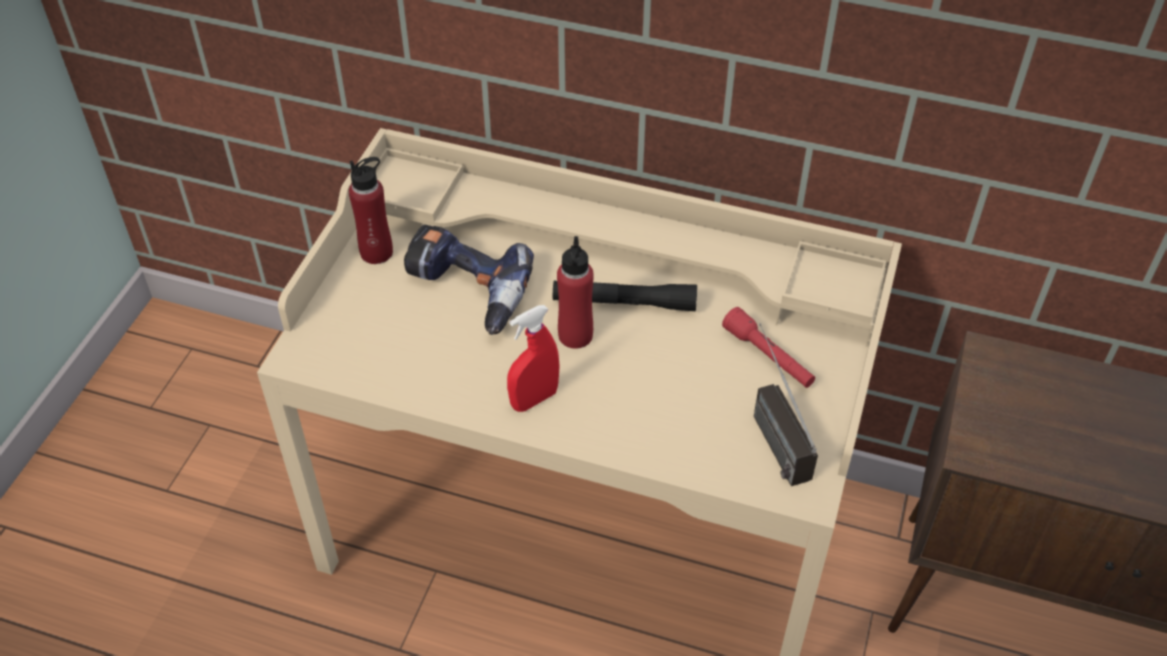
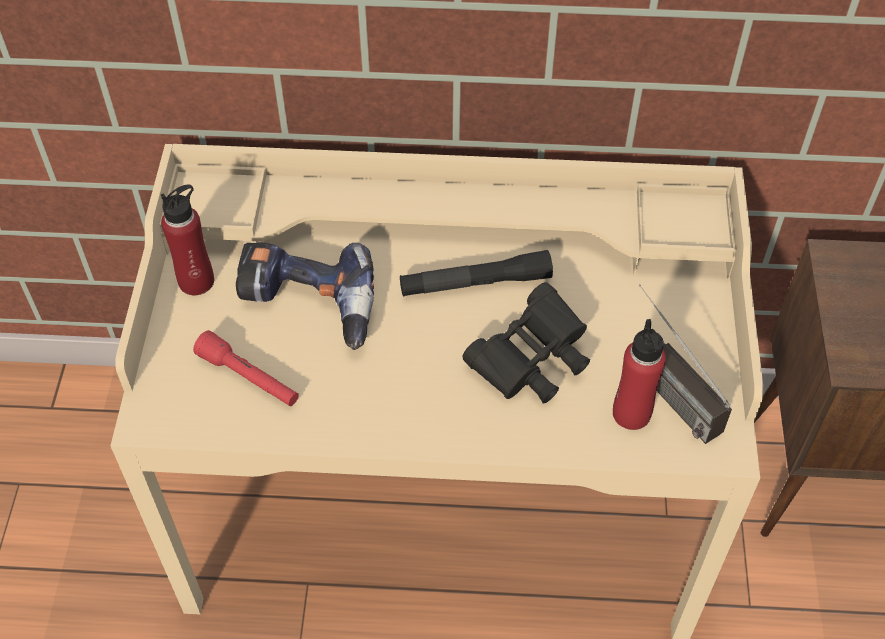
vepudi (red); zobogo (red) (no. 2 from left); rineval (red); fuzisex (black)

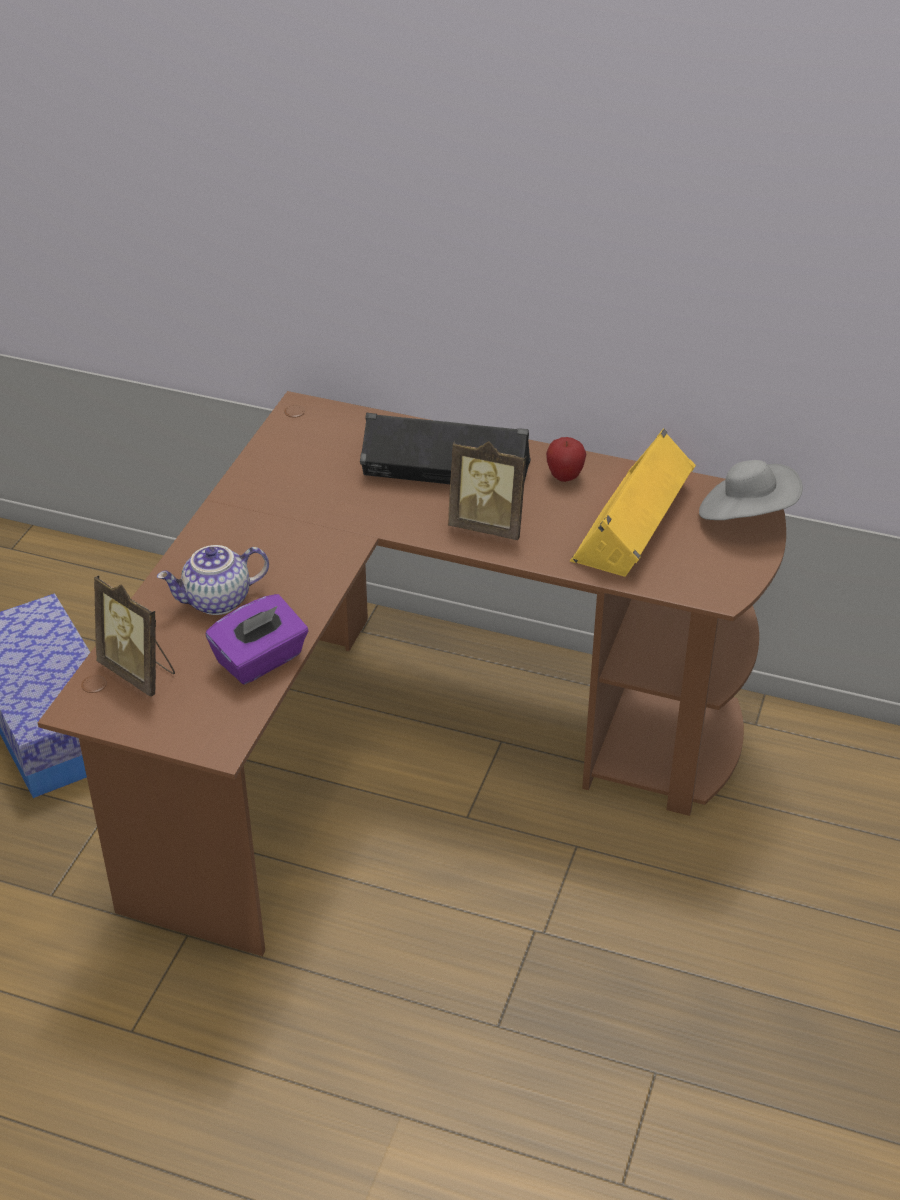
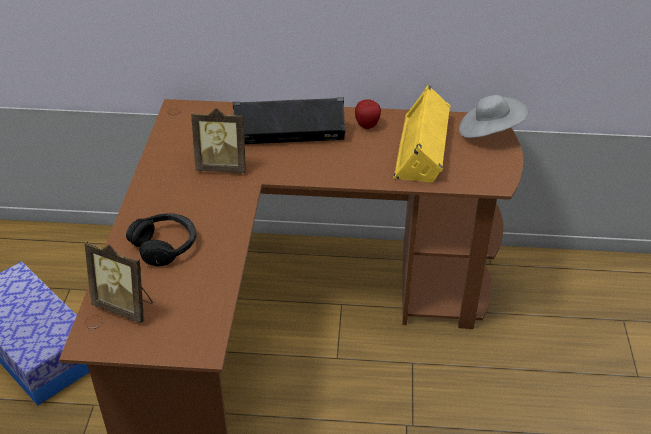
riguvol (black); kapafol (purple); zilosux (no. 2 from left)

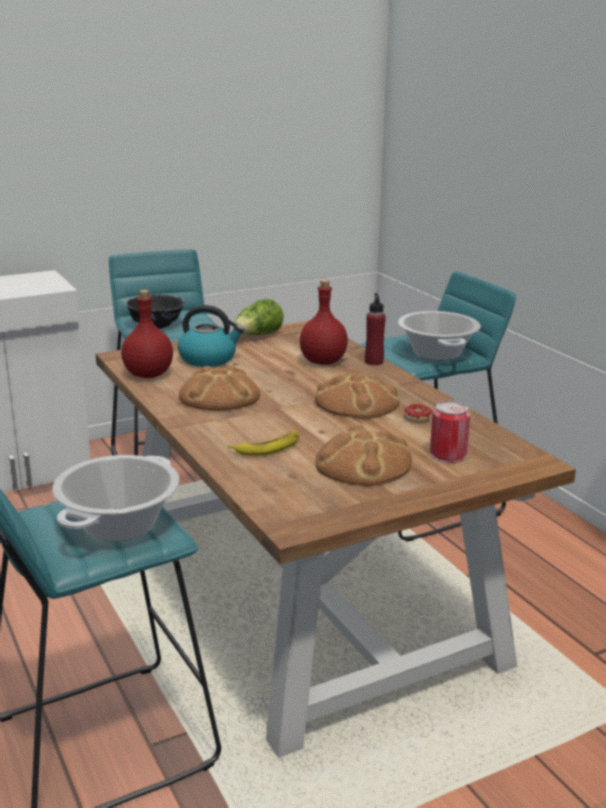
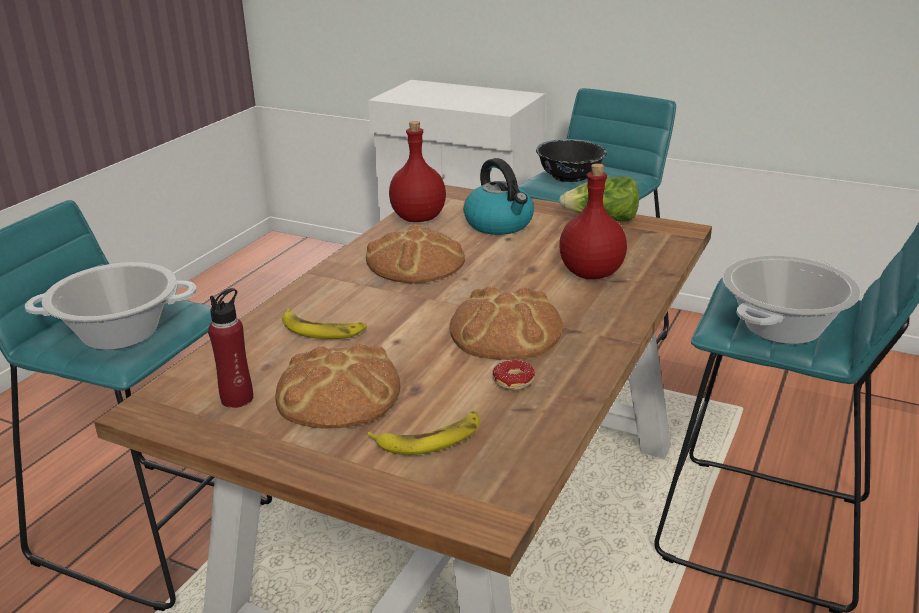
zobogo (red) (no. 1 from left); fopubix (no. 2 from left)

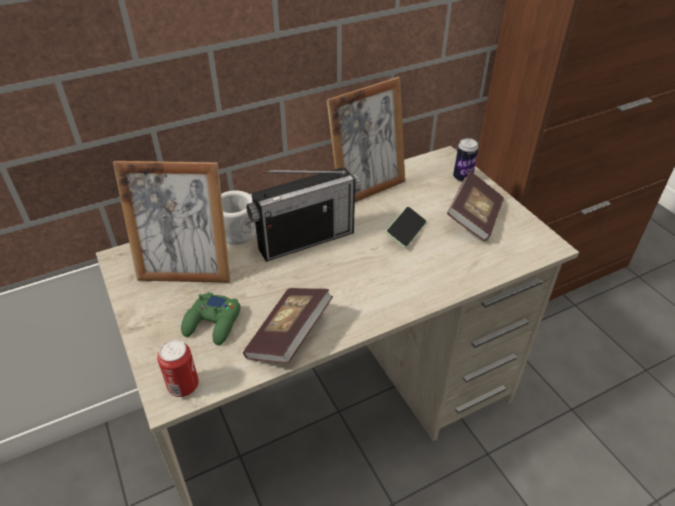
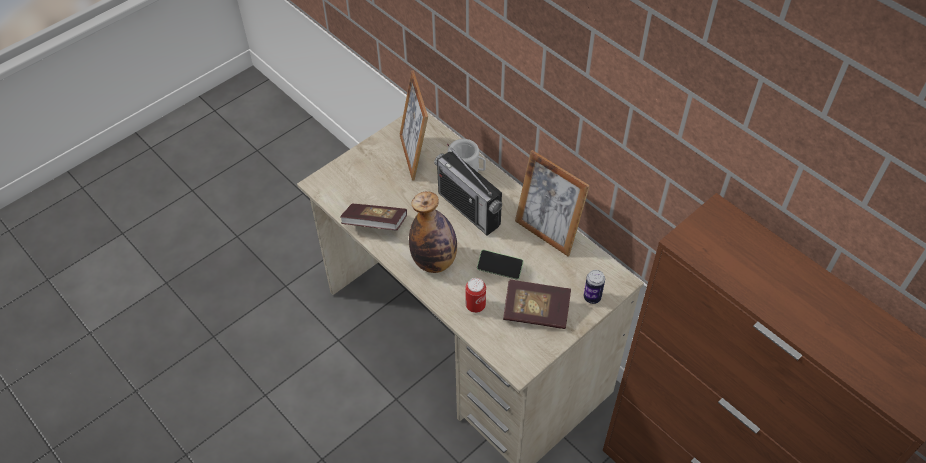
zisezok (no. 1 from left); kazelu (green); zobogo

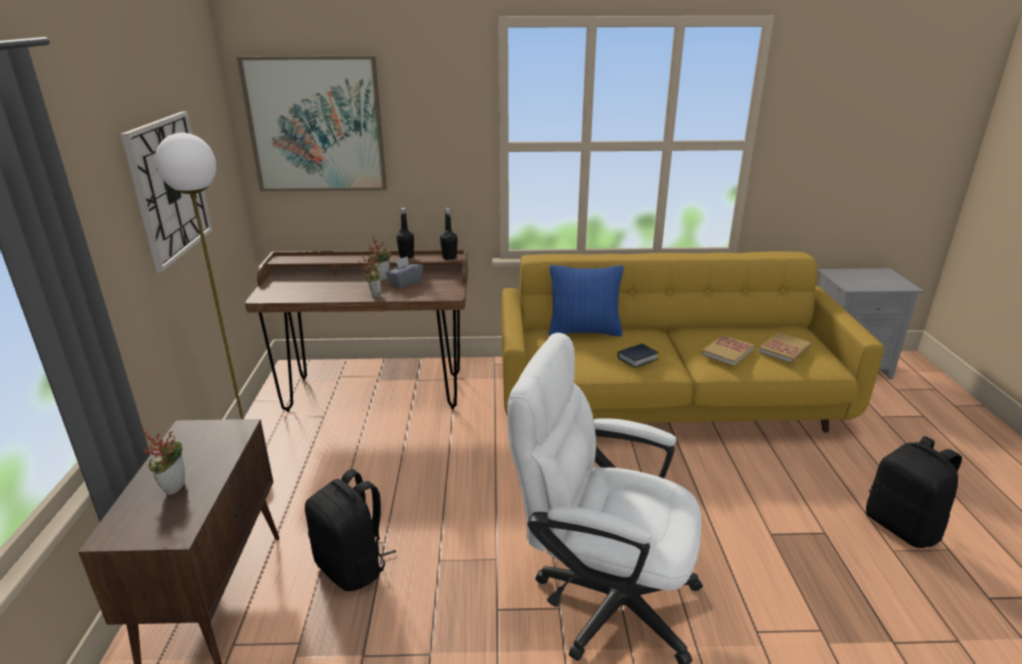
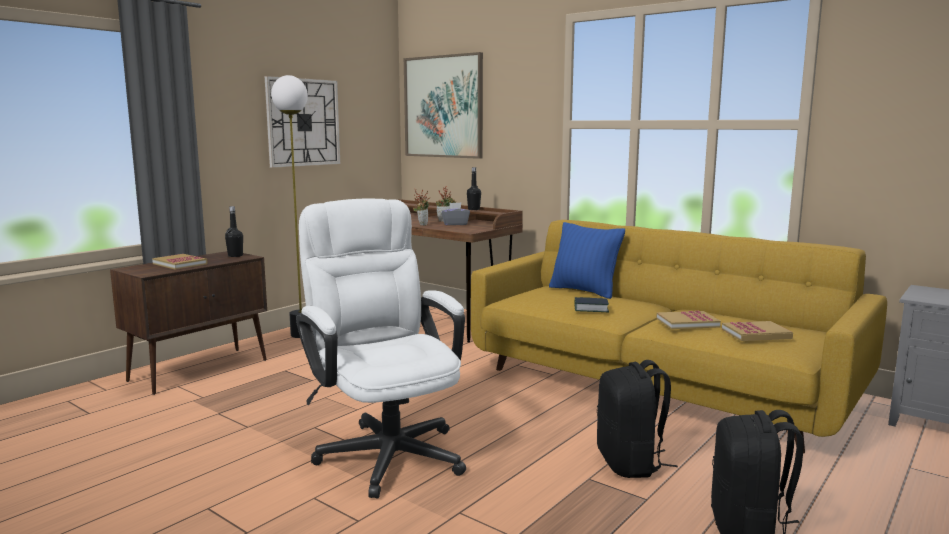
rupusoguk (no. 1 from left); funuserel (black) (no. 1 from left); zobogo (black) (no. 1 from left)

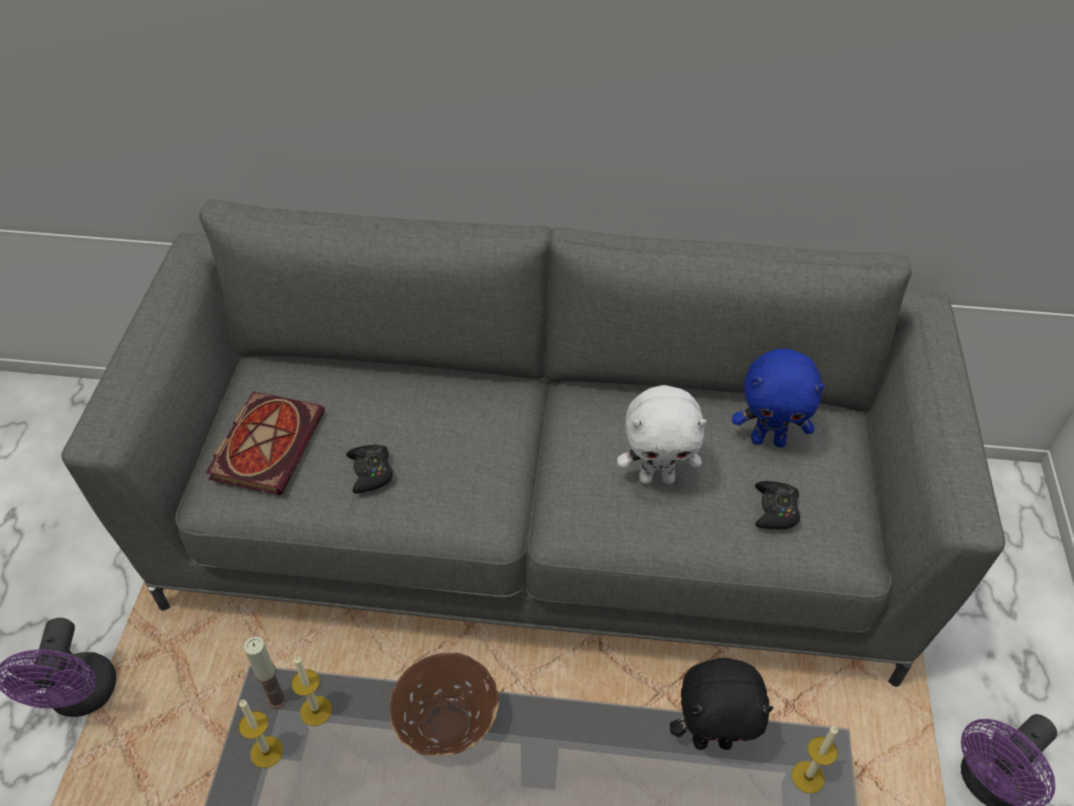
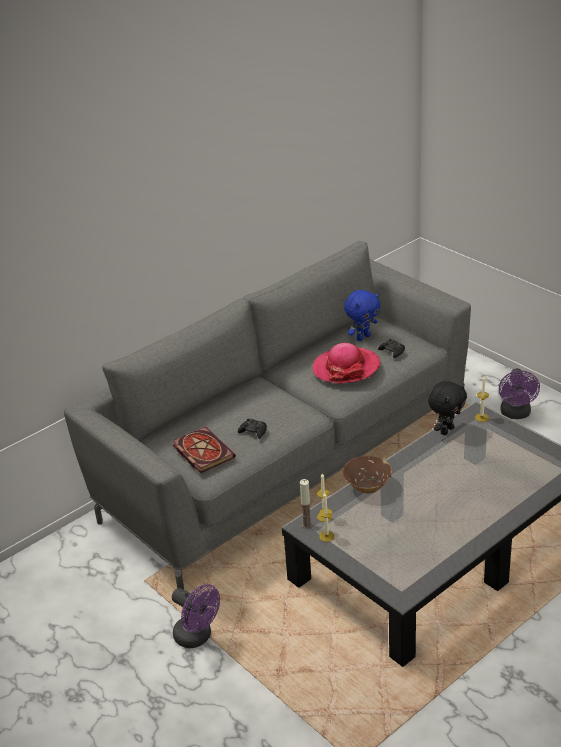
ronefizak

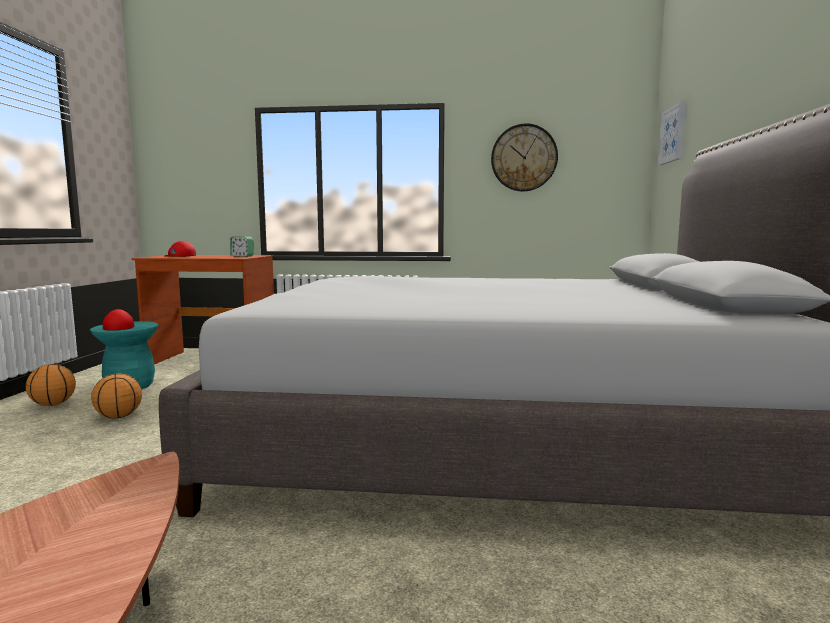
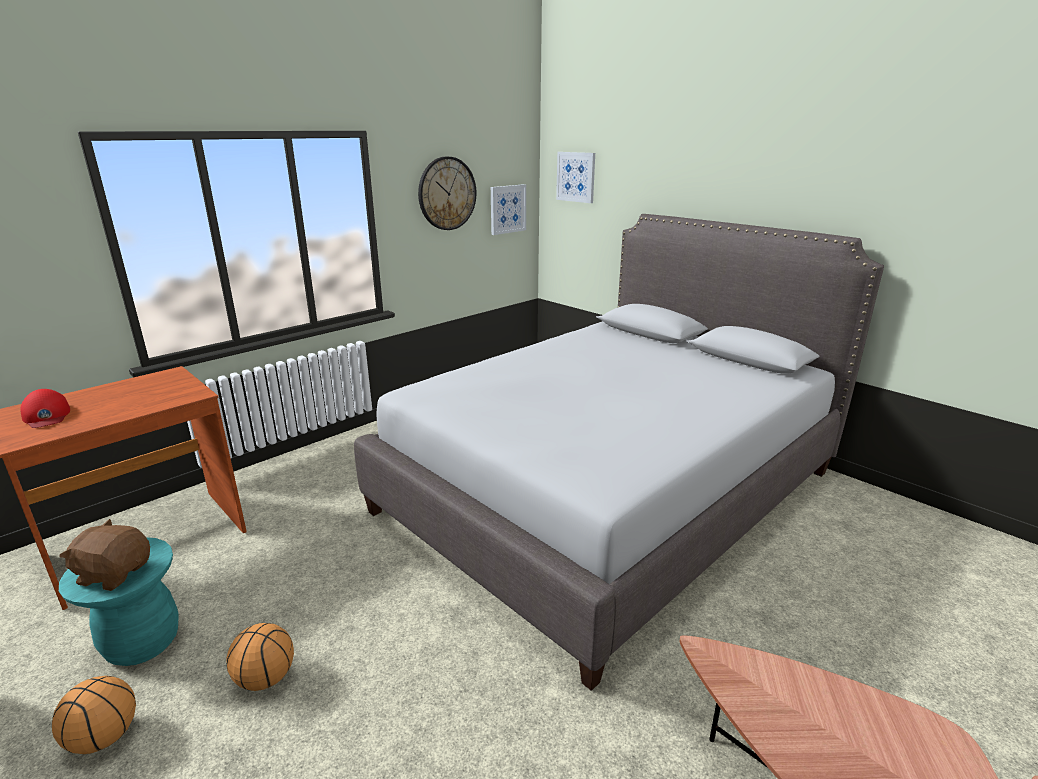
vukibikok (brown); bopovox; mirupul (no. 1 from left)

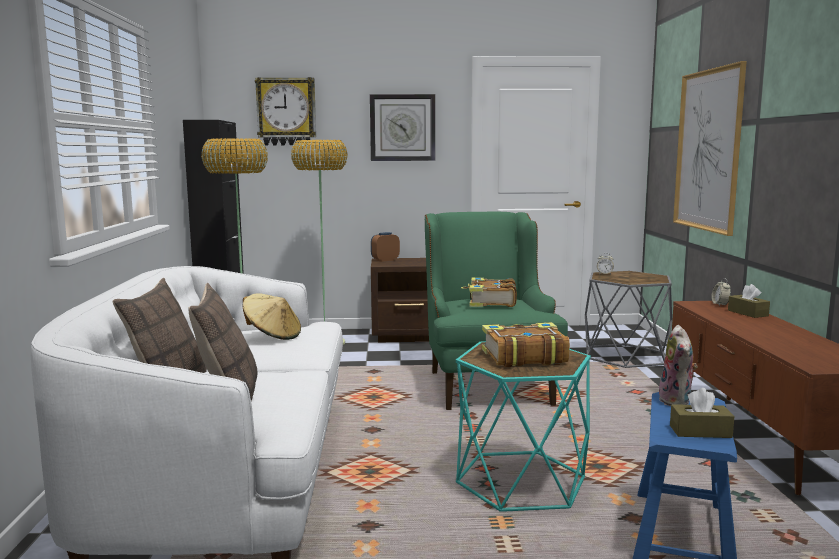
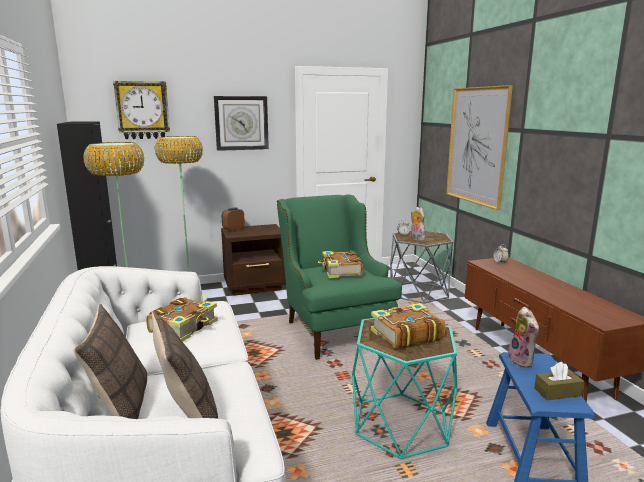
rupusoguk (no. 1 from left); kapafol (brown) (no. 2 from left in the first image); vukibikok (no. 1 from left)

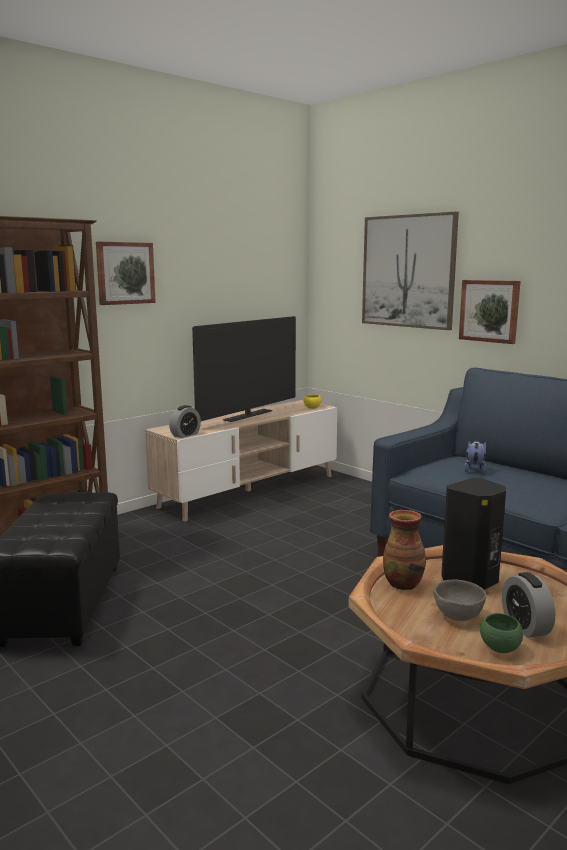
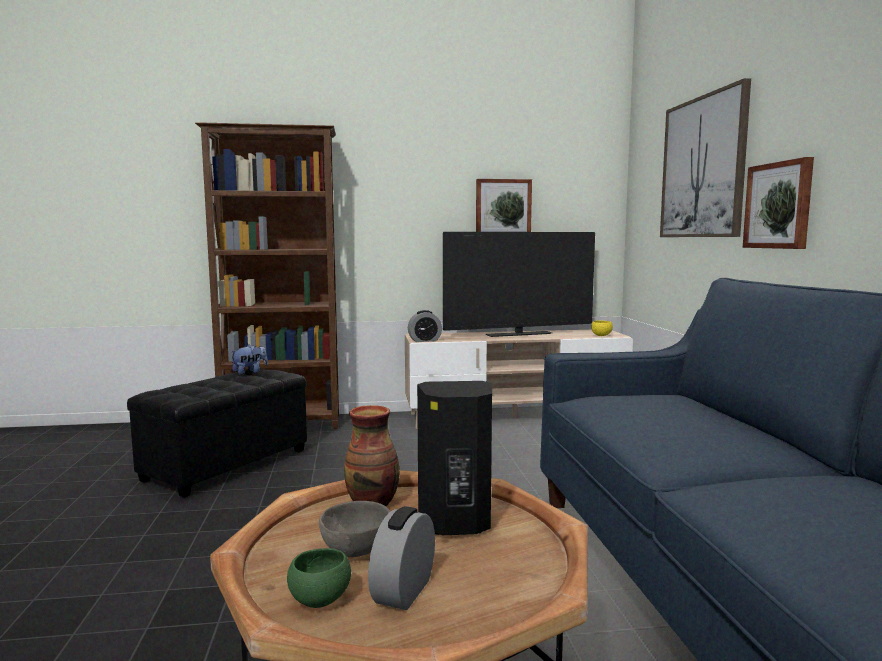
mirupul (no. 1 from left); vukibikok

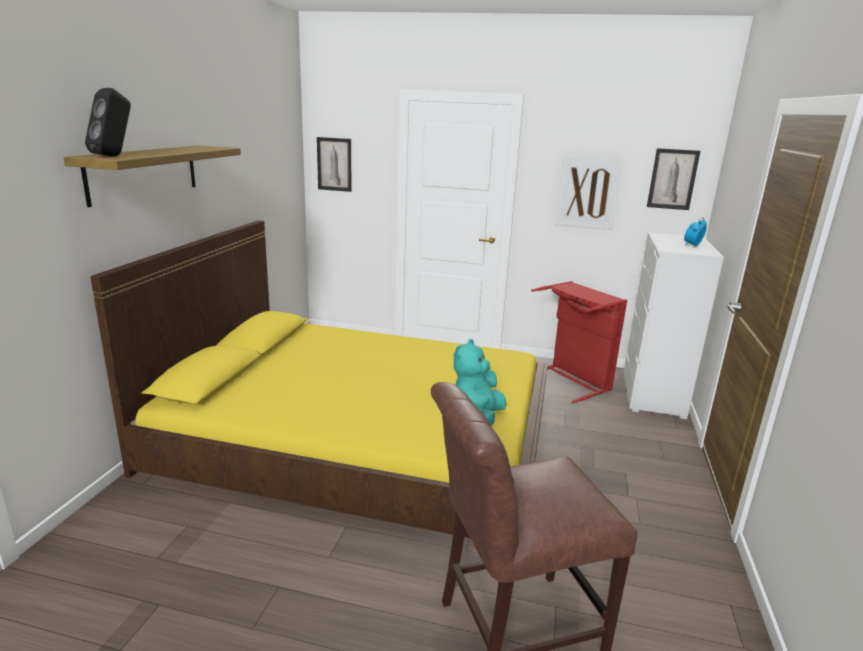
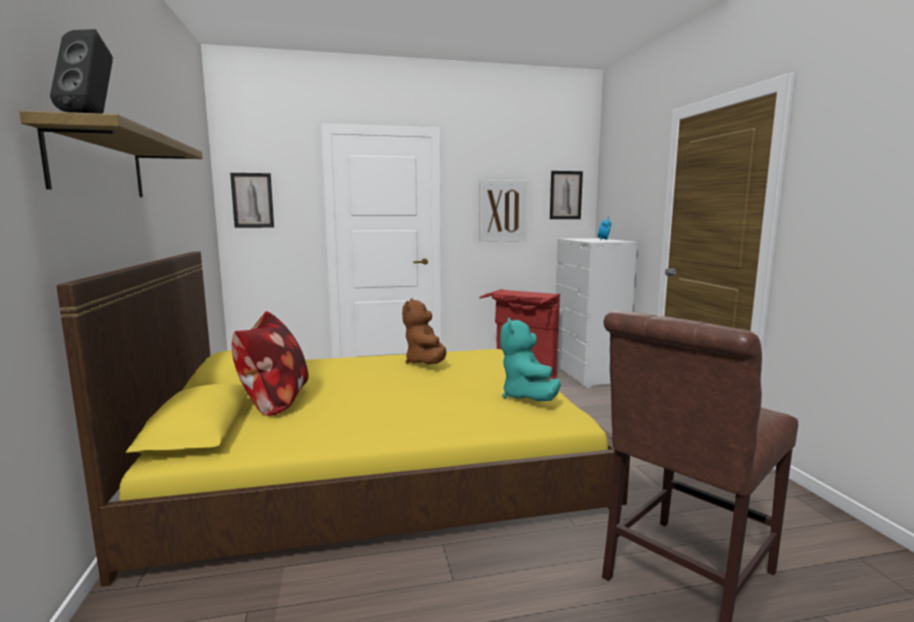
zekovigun; vukibikok (brown)

